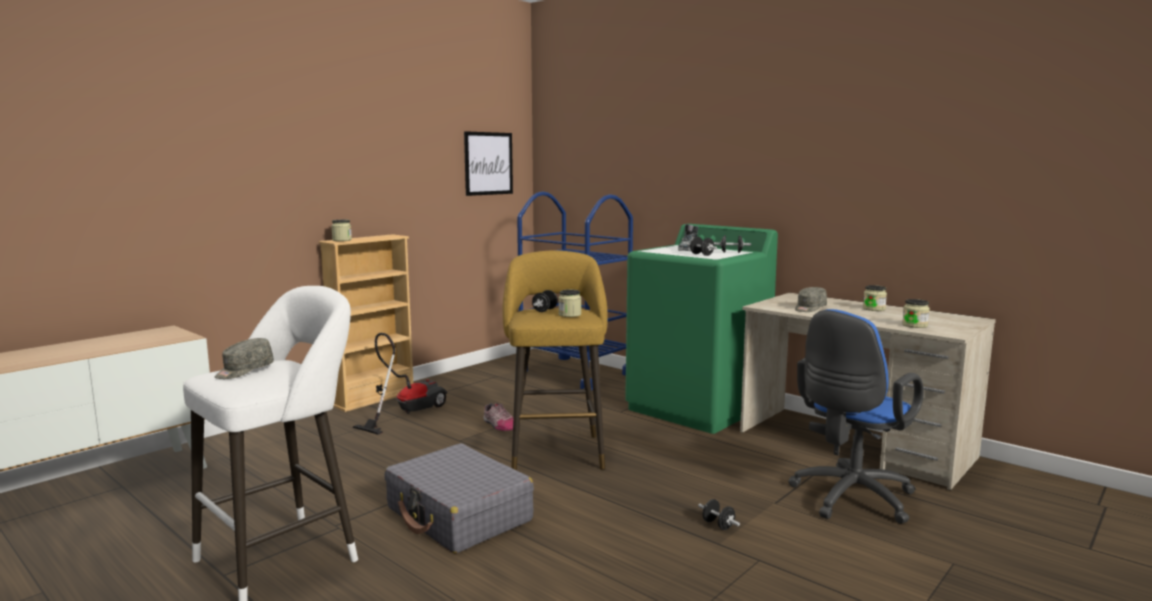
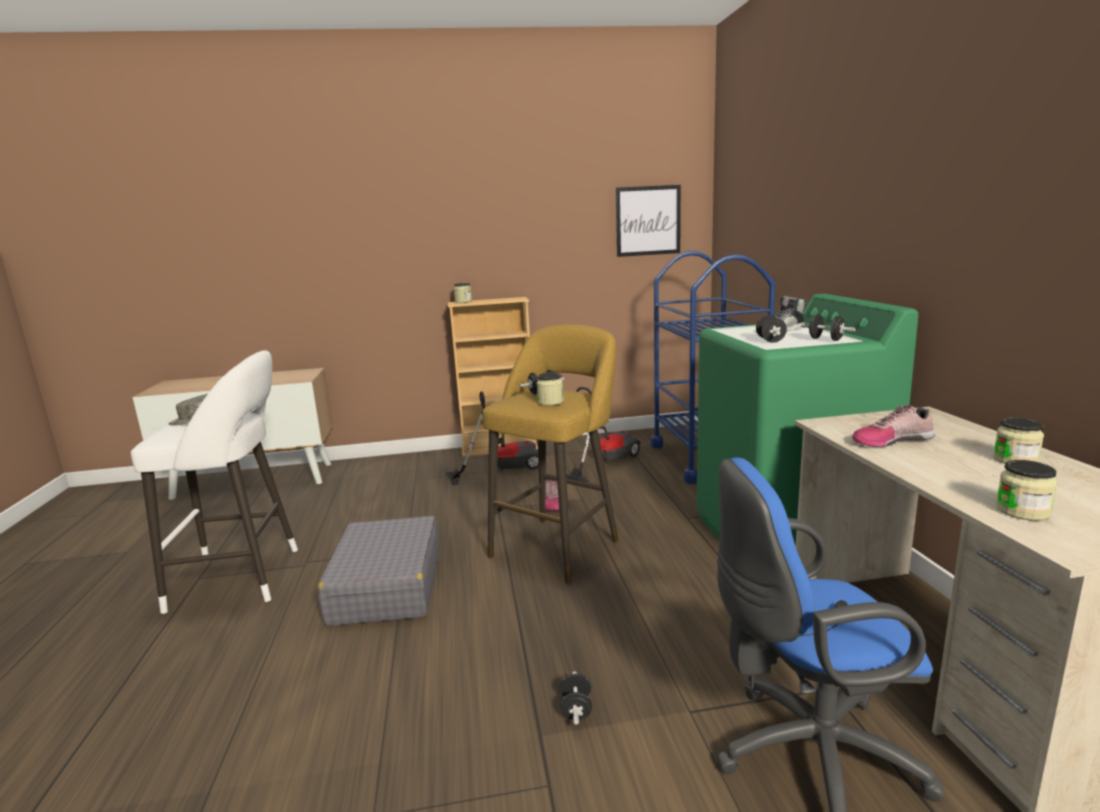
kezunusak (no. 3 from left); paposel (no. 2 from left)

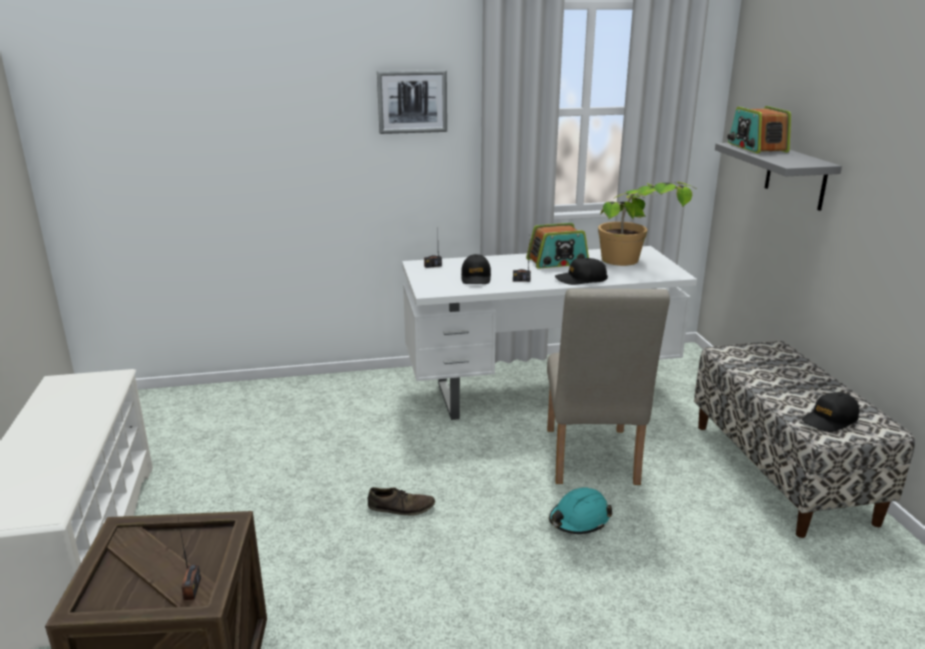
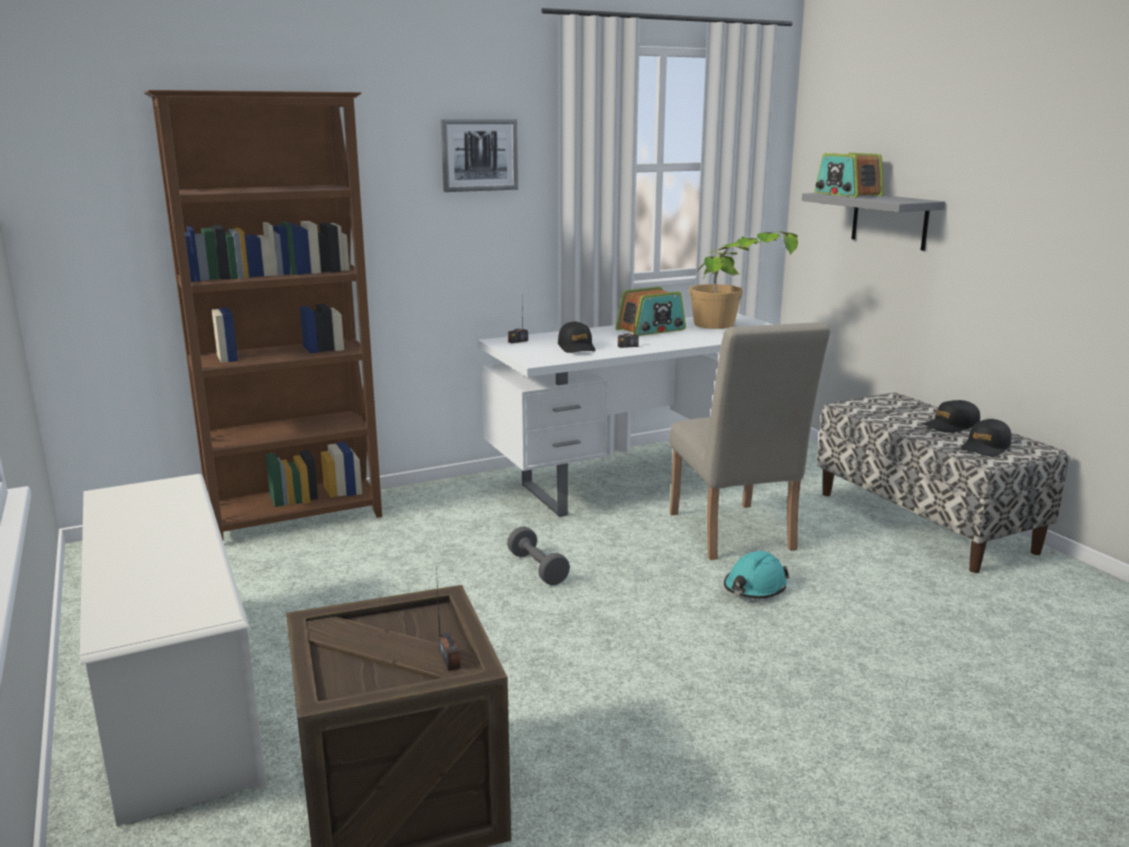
kezunusak (brown); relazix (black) (no. 2 from left); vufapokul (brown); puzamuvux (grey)

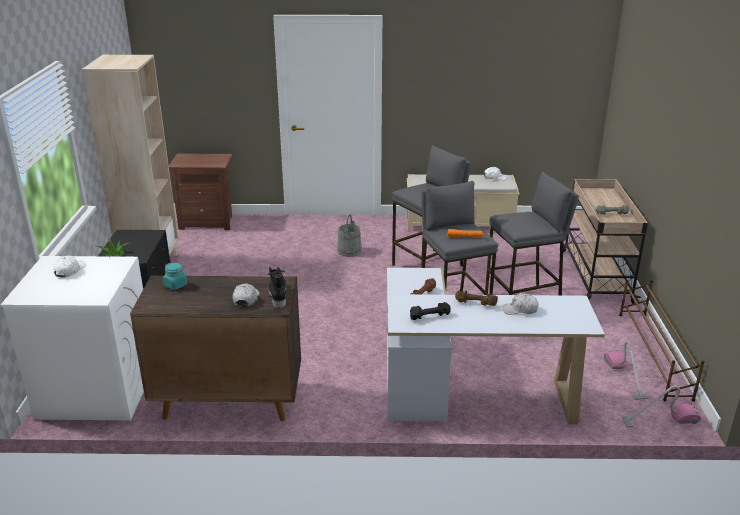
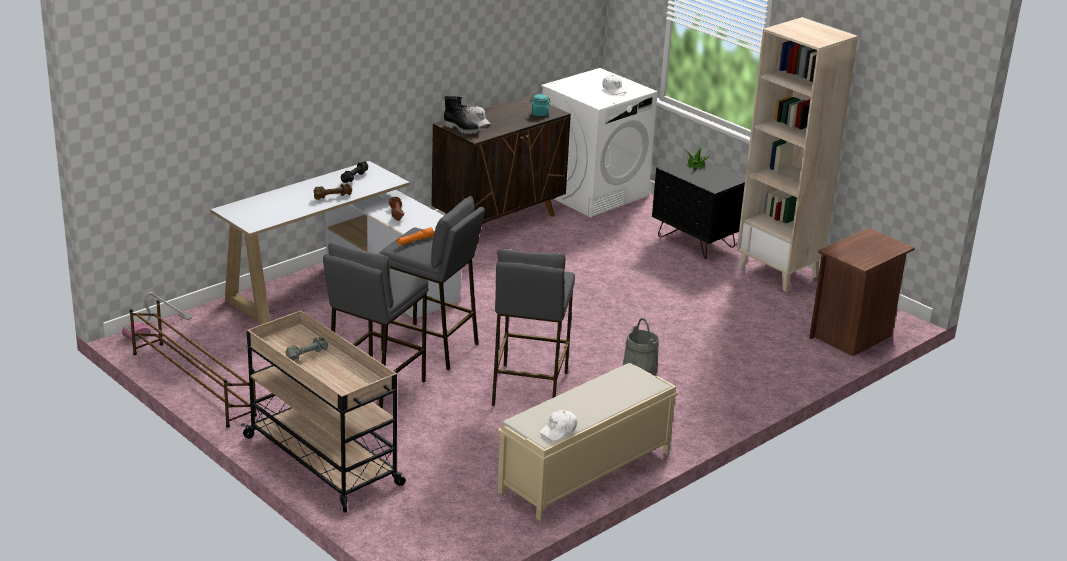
relazix (white) (no. 4 from left in the first image); paposel (no. 1 from left in the first image)

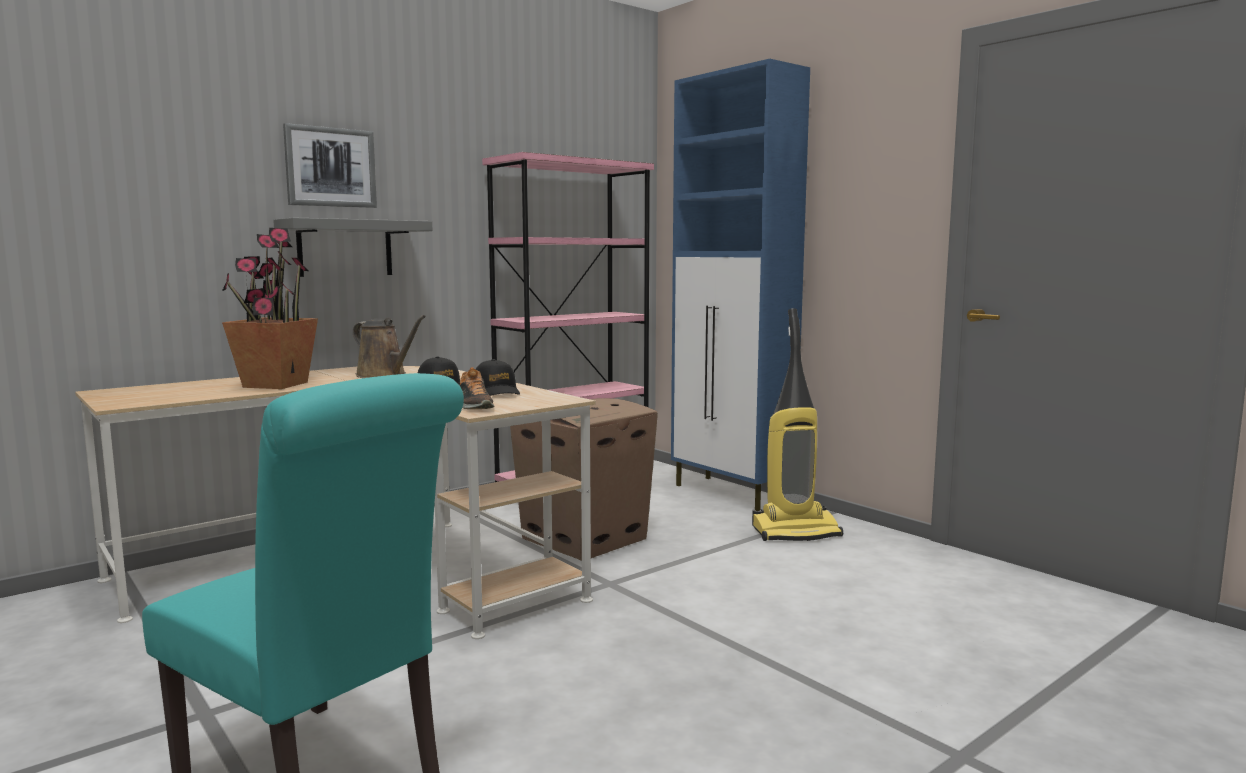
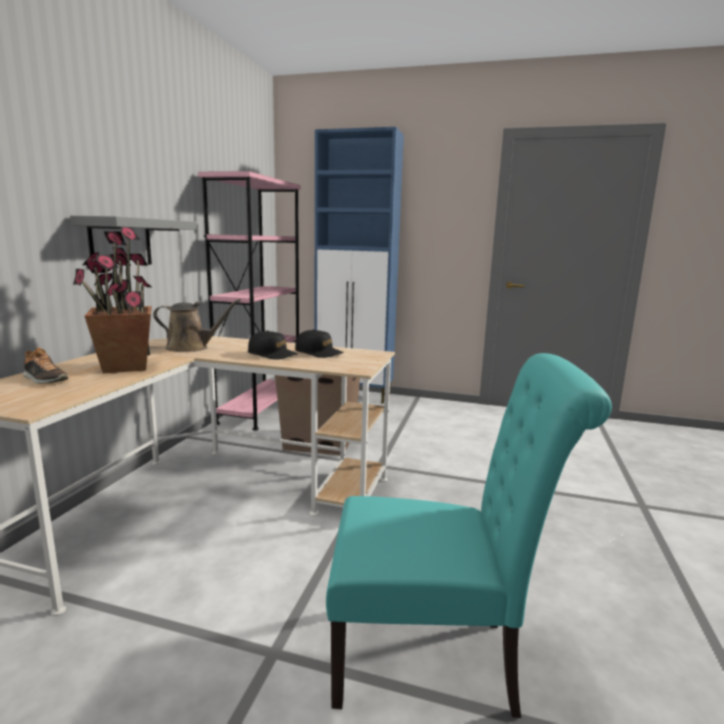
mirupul; kezunusak; paposel

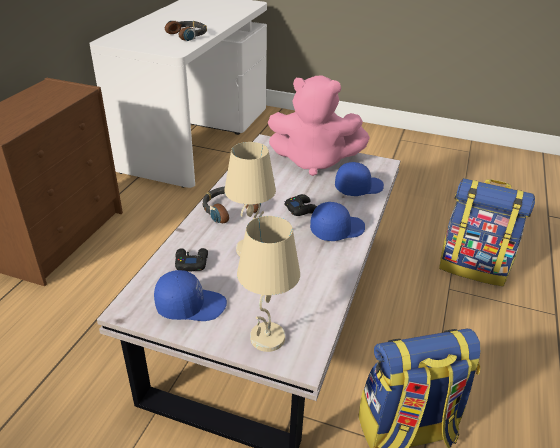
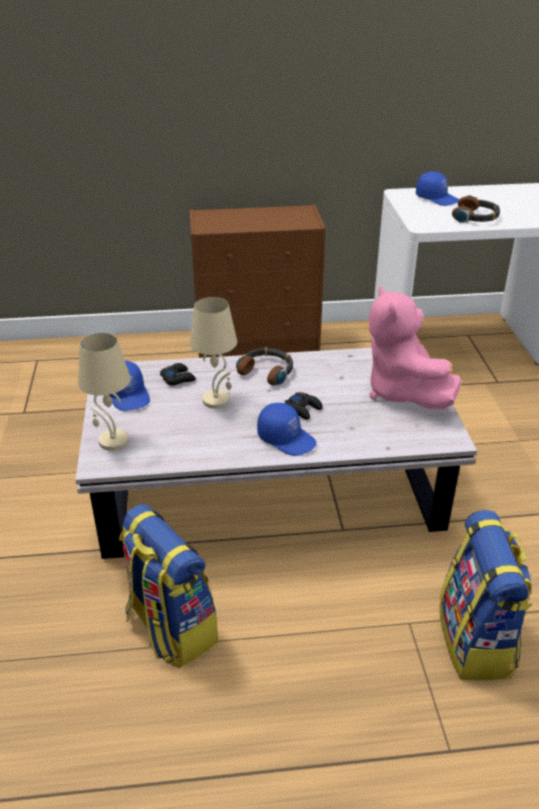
relazix (blue) (no. 3 from left)

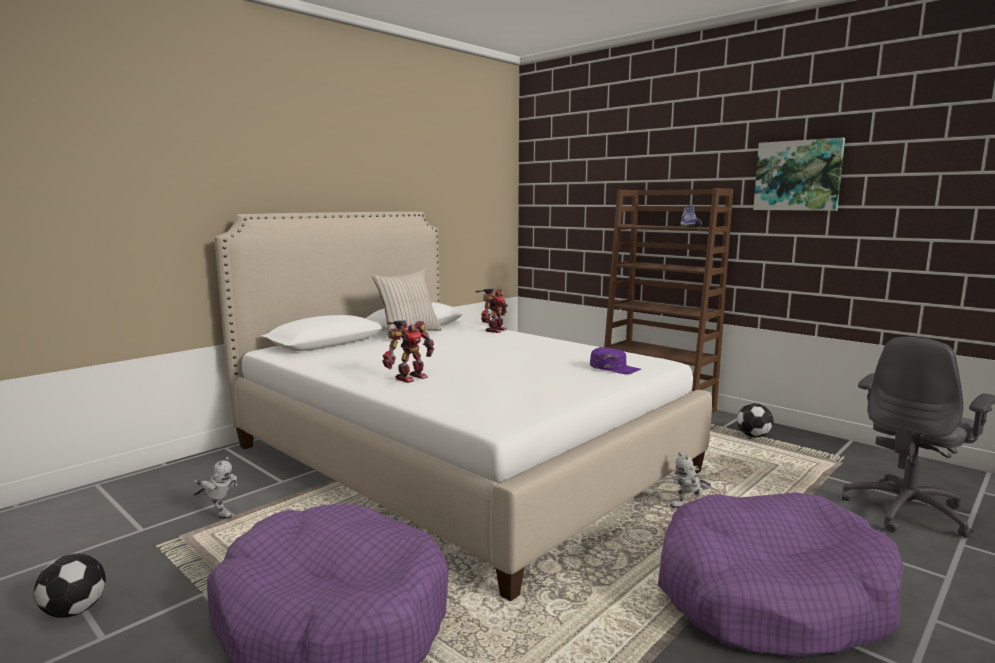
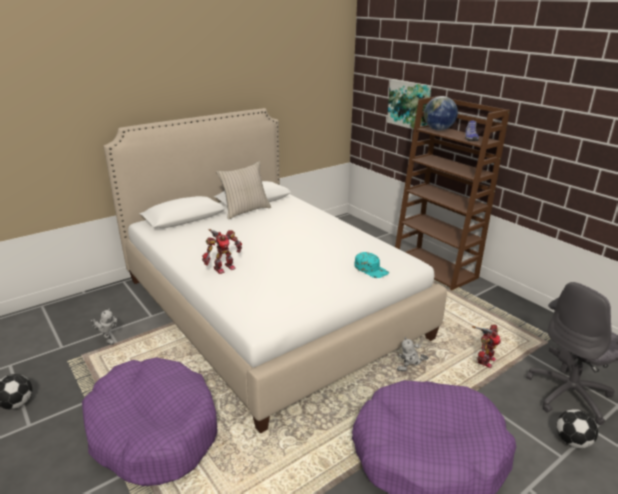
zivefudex (no. 4 from left); relazix (turquoise); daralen (no. 2 from left); mirupul; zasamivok

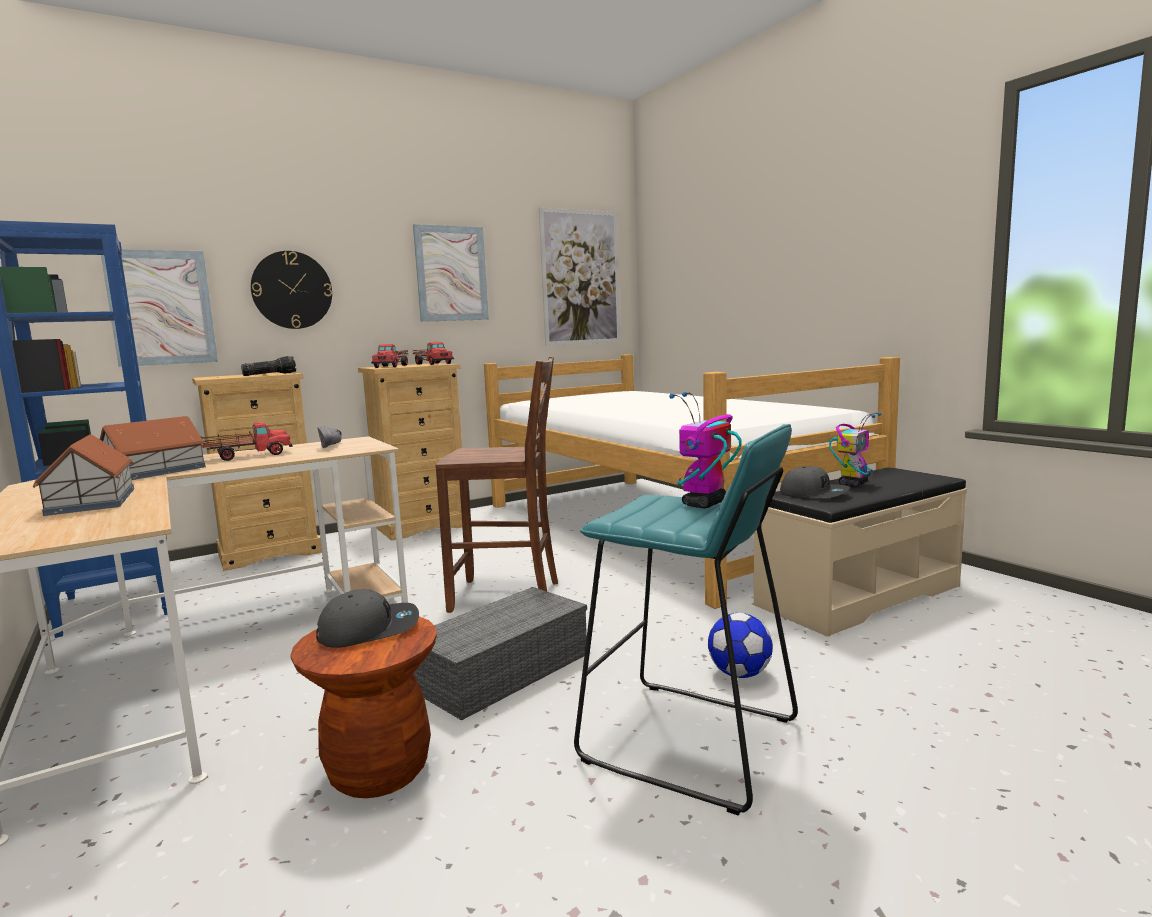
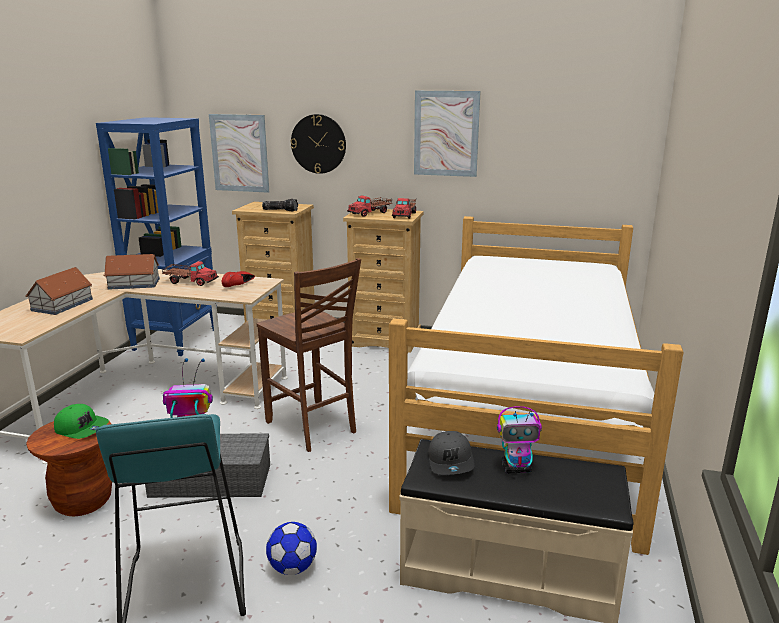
relazix (green); kezunusak (red); mirupul (no. 3 from left in the first image)

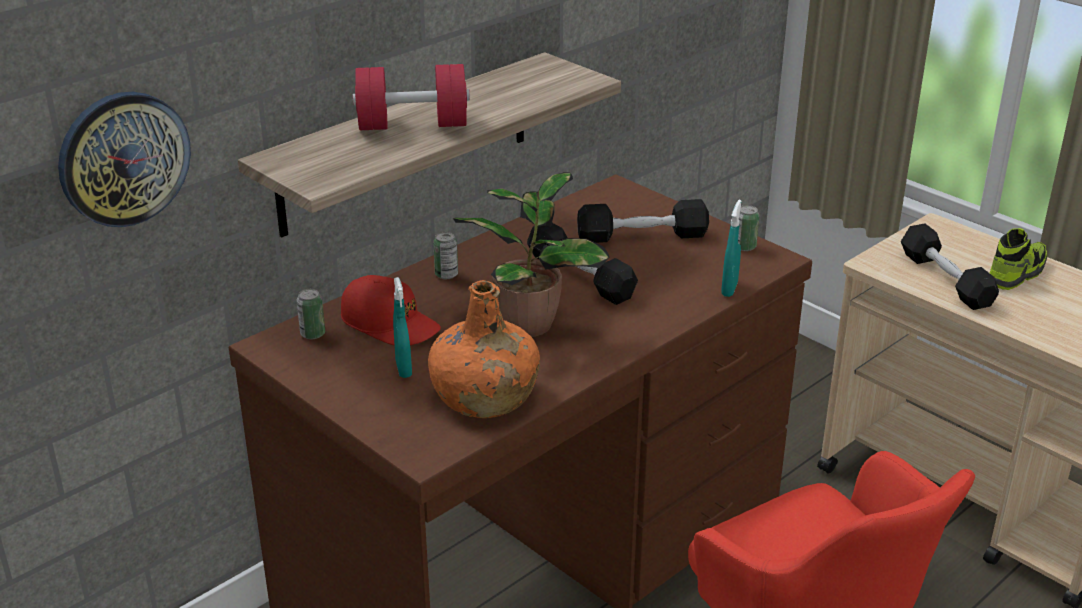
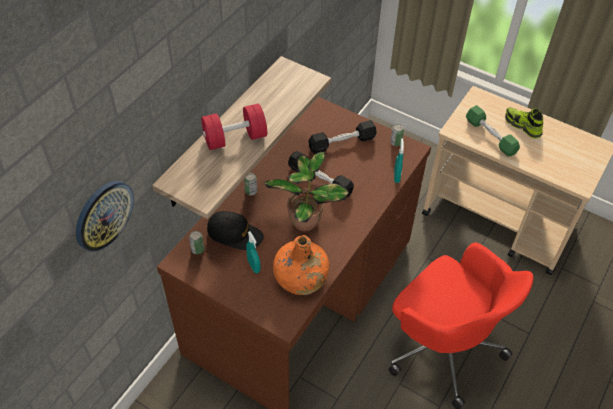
relazix (black); puzamuvux (green); kezunusak

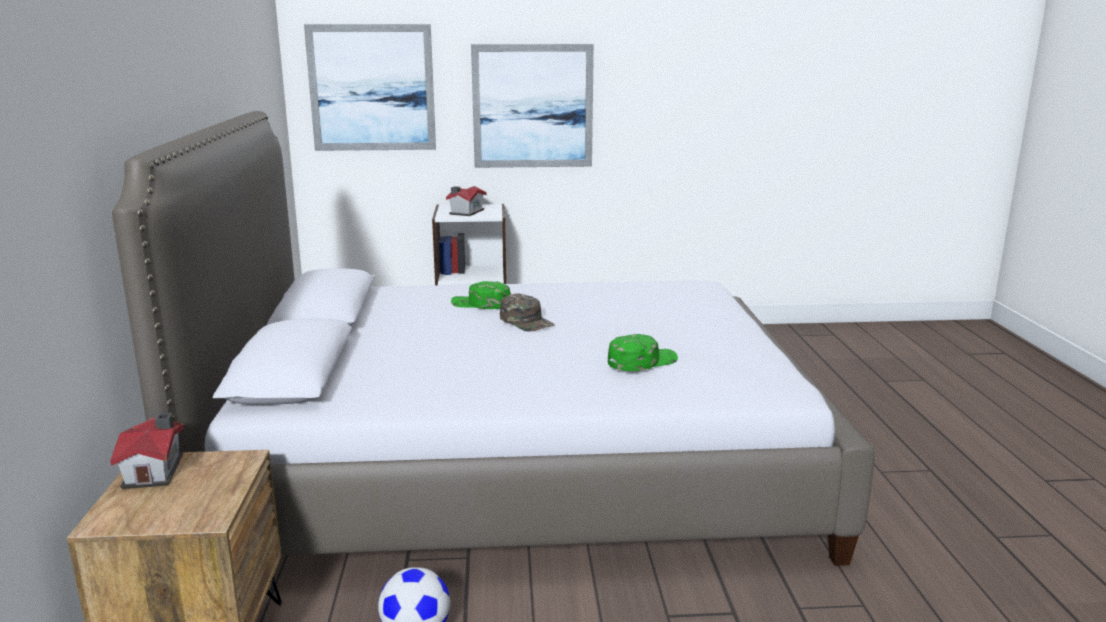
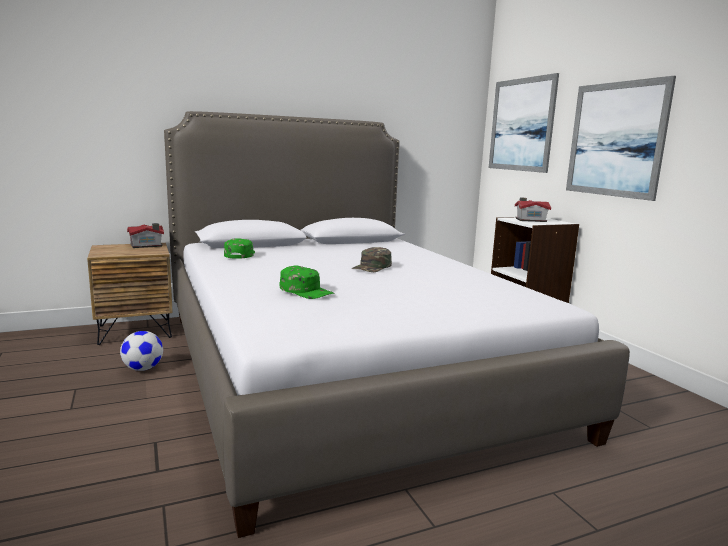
relazix (green) (no. 1 from left)

